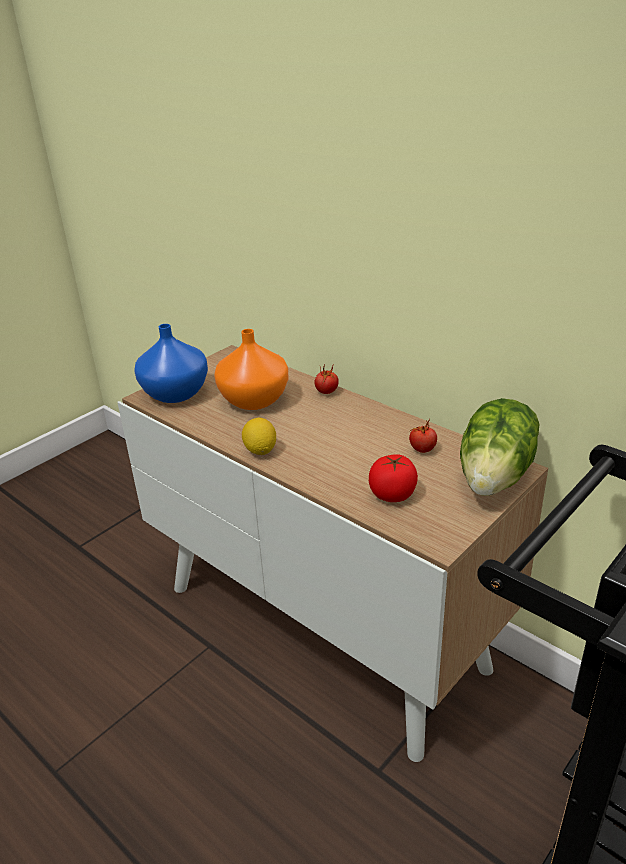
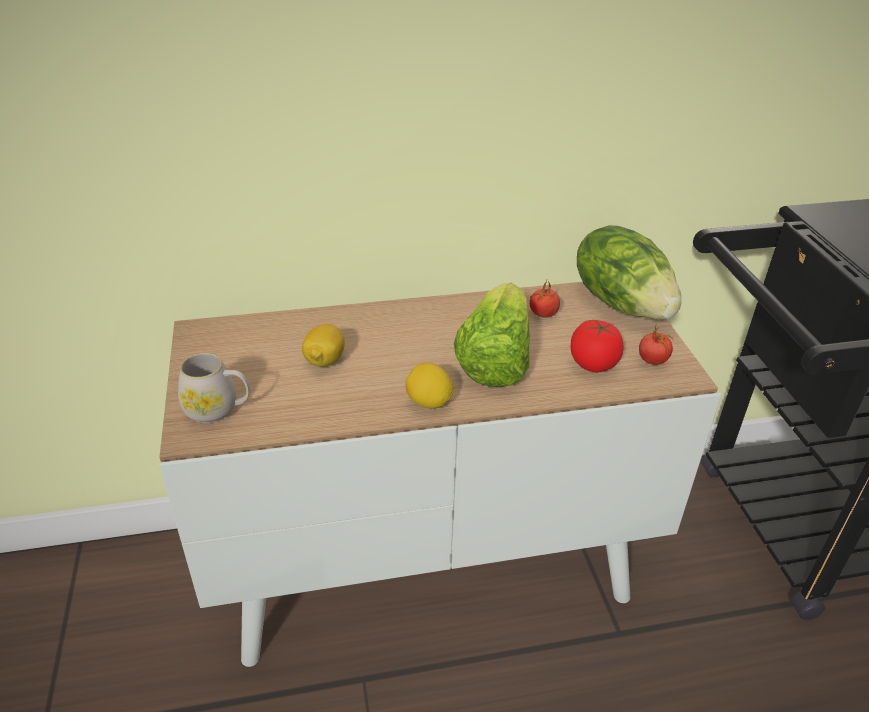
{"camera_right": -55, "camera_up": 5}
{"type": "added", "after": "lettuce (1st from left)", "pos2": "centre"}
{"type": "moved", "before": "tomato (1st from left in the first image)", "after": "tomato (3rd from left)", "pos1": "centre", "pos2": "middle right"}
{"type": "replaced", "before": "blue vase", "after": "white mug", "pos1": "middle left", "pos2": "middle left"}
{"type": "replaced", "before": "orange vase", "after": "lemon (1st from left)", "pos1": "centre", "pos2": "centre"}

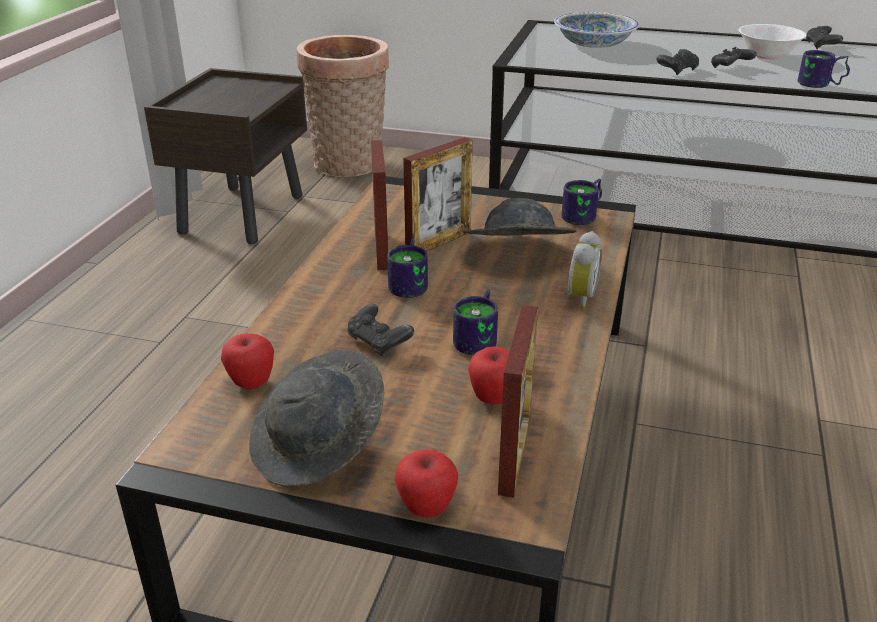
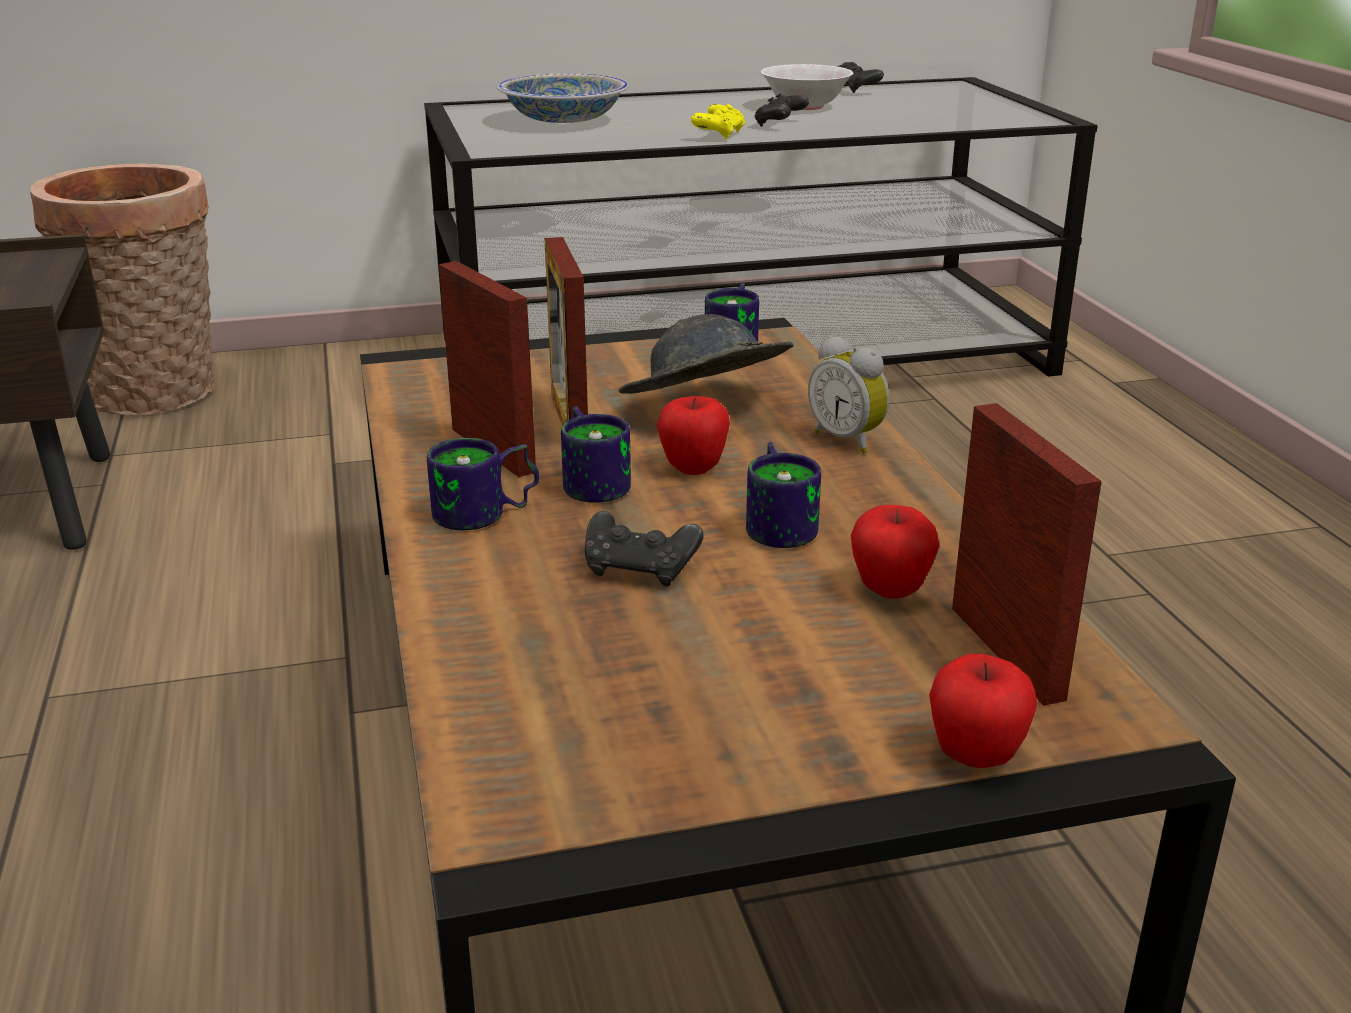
{"camera_right": -30, "camera_up": -5}
{"type": "removed", "before": "grey hat (1st from left)", "pos1": "bottom centre"}
{"type": "moved", "before": "apple (1st from left)", "pos1": "middle left", "pos2": "centre"}
{"type": "moved", "before": "mug (4th from left in the first image)", "after": "mug (1st from left)", "pos1": "top right", "pos2": "centre"}
{"type": "recoloured", "before": "black game controller (2nd from left)", "after": "yellow game controller", "pos1": "top right", "pos2": "top centre"}
{"type": "turned", "before": "picture frame (2nd from left)", "pos1": "top centre", "pos2": "top centre", "turn": 150}
{"type": "turned", "before": "alarm clock", "pos1": "centre", "pos2": "centre", "turn": 150}

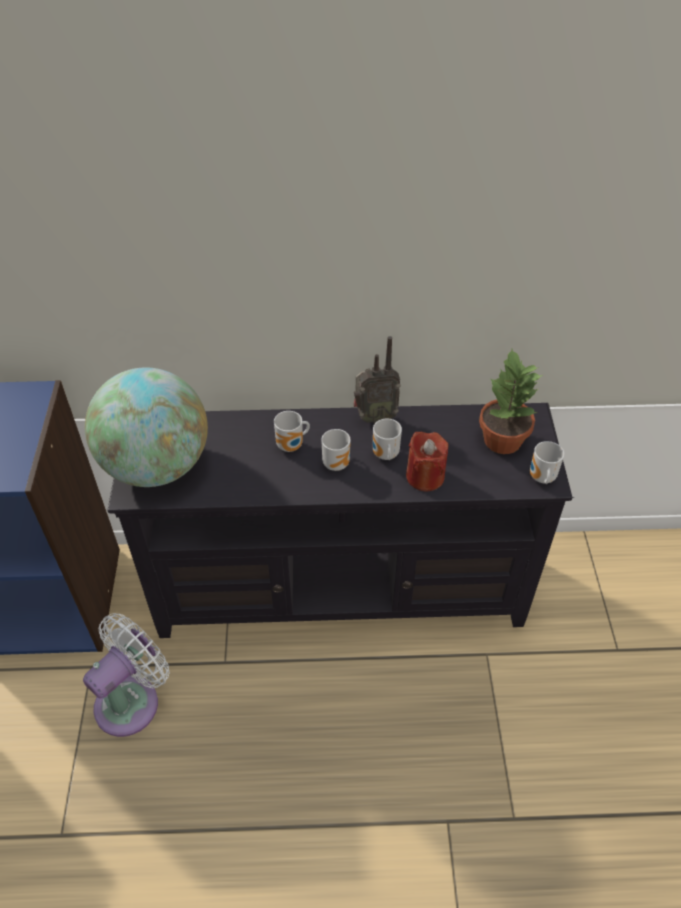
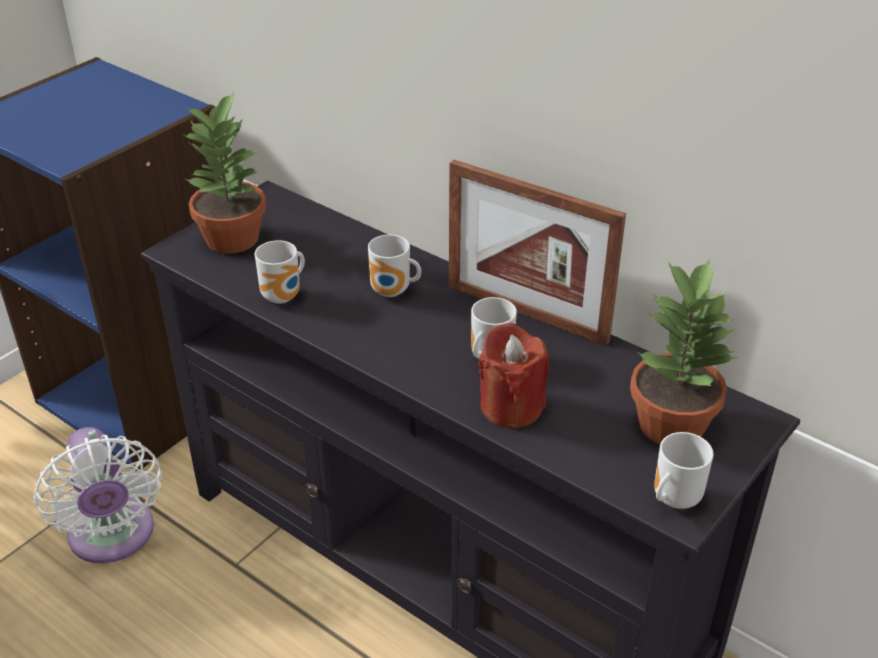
{"camera_right": 40, "camera_up": -10}
{"type": "moved", "before": "mug (2nd from left in the first image)", "after": "mug (1st from left)", "pos1": "centre", "pos2": "middle left"}
{"type": "replaced", "before": "globe", "after": "potted plant (1st from left)", "pos1": "middle left", "pos2": "top left"}
{"type": "replaced", "before": "radio", "after": "picture frame", "pos1": "centre", "pos2": "centre"}
{"type": "turned", "before": "white fan", "pos1": "bottom left", "pos2": "bottom left", "turn": 75}

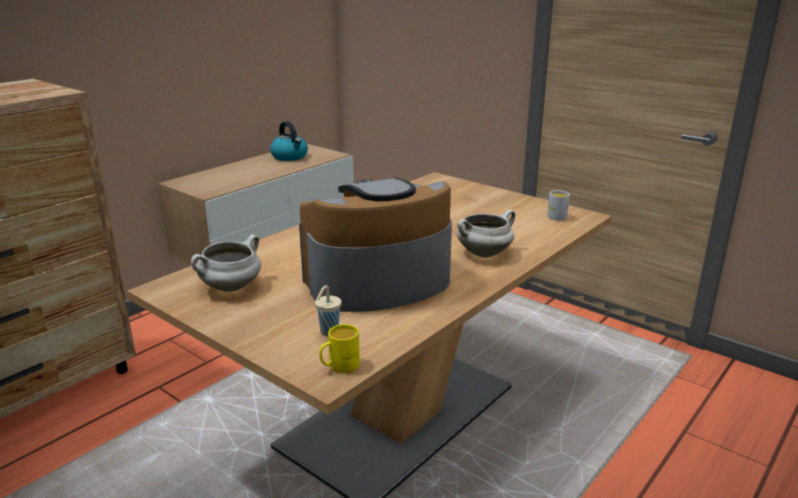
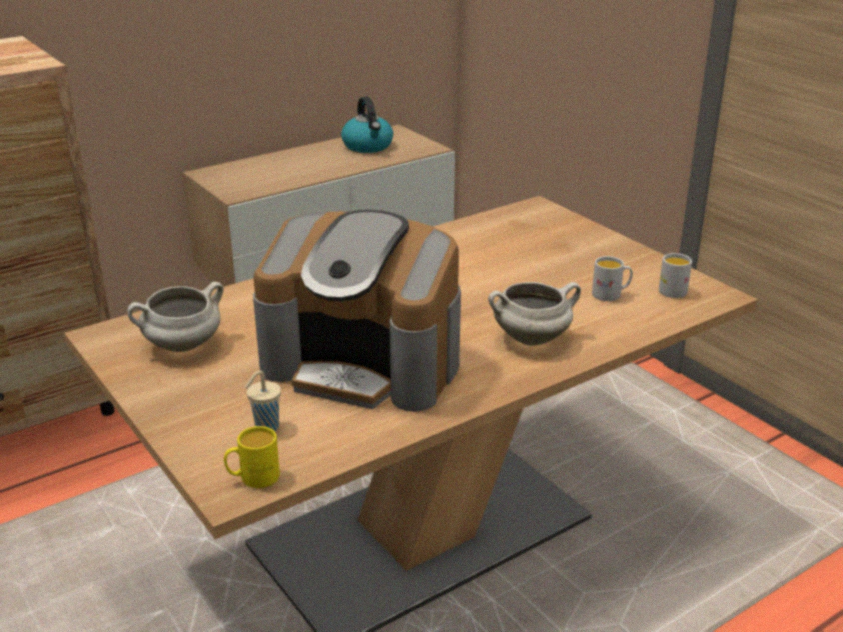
{"camera_right": 15, "camera_up": 5}
{"type": "added", "after": "white mug (1st from left)", "pos2": "middle right"}
{"type": "turned", "before": "coffee machine", "pos1": "centre", "pos2": "centre", "turn": -150}

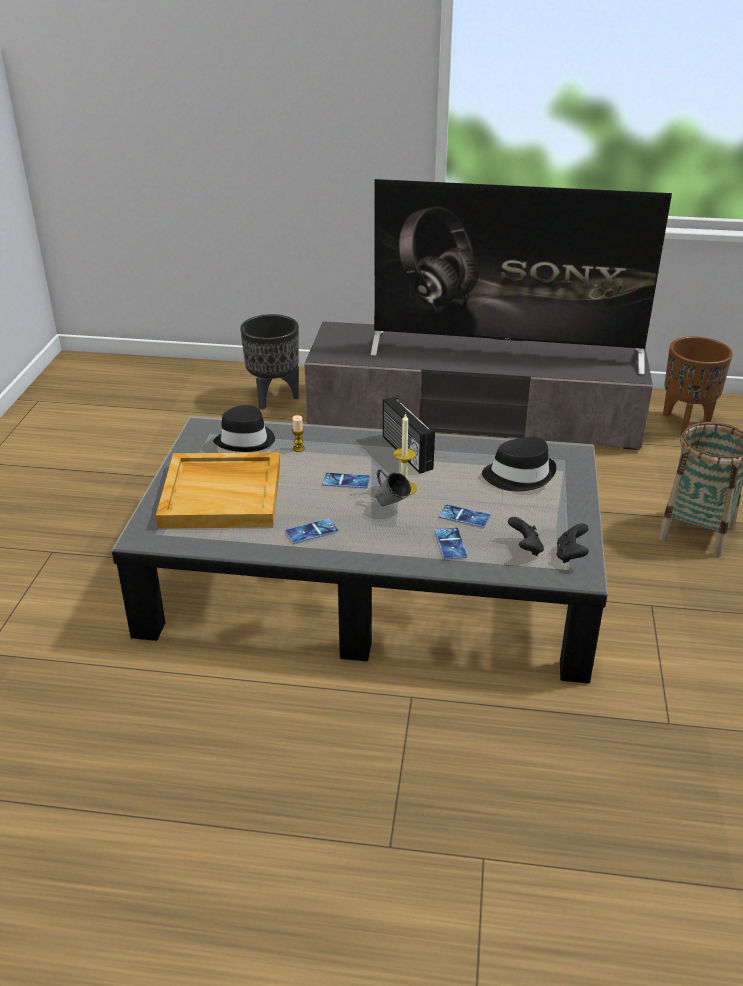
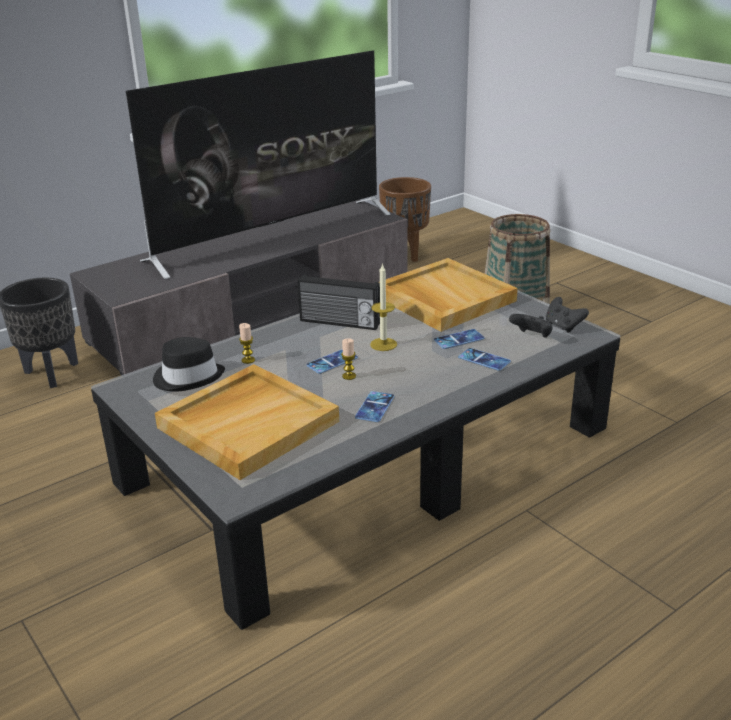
{"camera_right": -45, "camera_up": -5}
{"type": "removed", "before": "grey mug", "pos1": "centre"}
{"type": "added", "after": "candle (2nd from left)", "pos2": "centre"}
{"type": "replaced", "before": "black hat (2nd from left)", "after": "beige tray (2nd from left)", "pos1": "middle right", "pos2": "centre"}

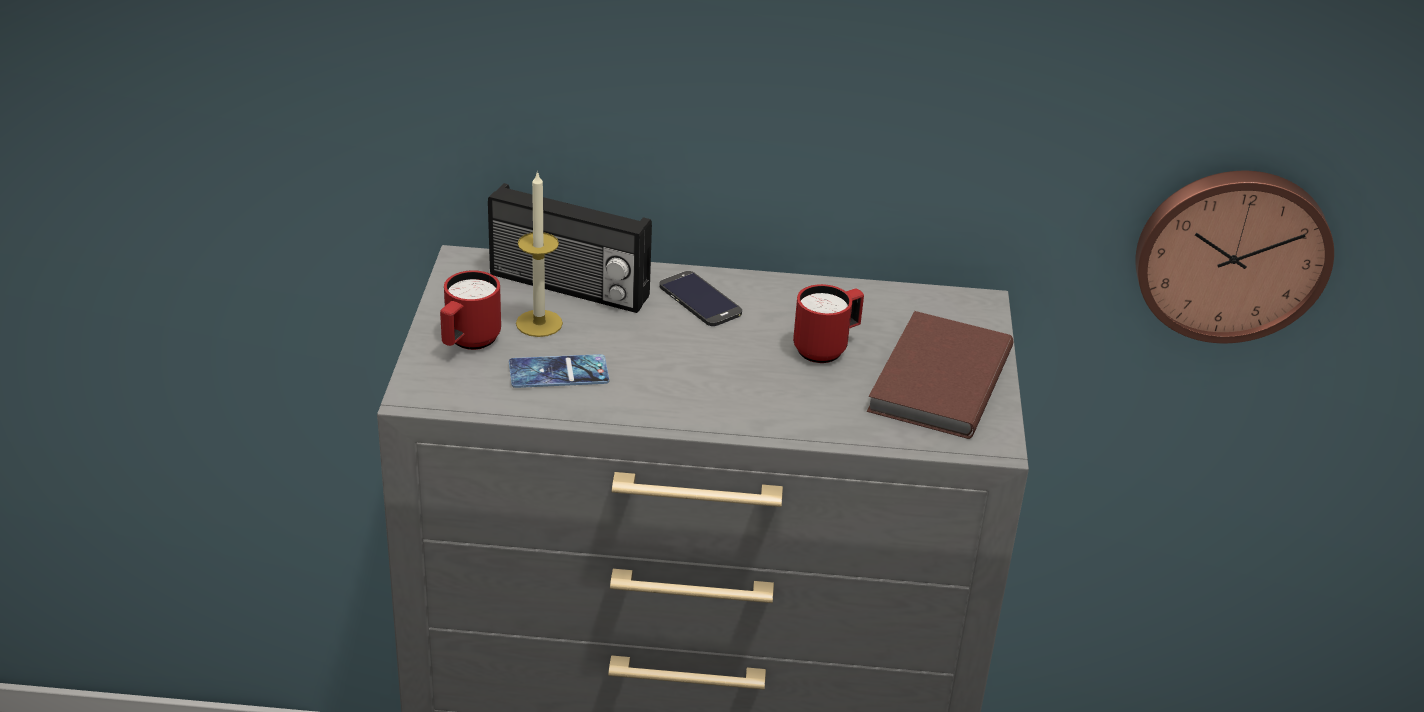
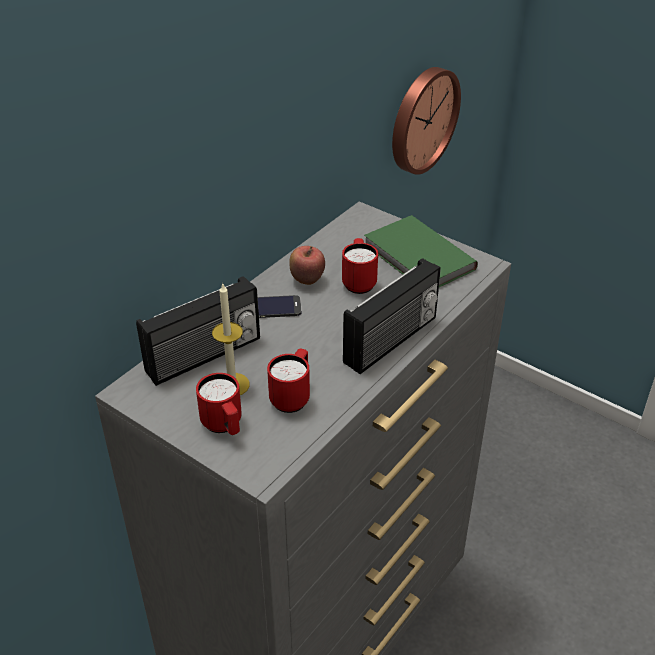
{"camera_right": -55, "camera_up": 5}
{"type": "added", "after": "apple", "pos2": "centre"}
{"type": "added", "after": "radio (2nd from left)", "pos2": "centre"}
{"type": "replaced", "before": "phone (1st from left)", "after": "red mug (2nd from left)", "pos1": "centre", "pos2": "centre"}
{"type": "recoloured", "before": "brown book", "after": "green book", "pos1": "centre", "pos2": "centre"}

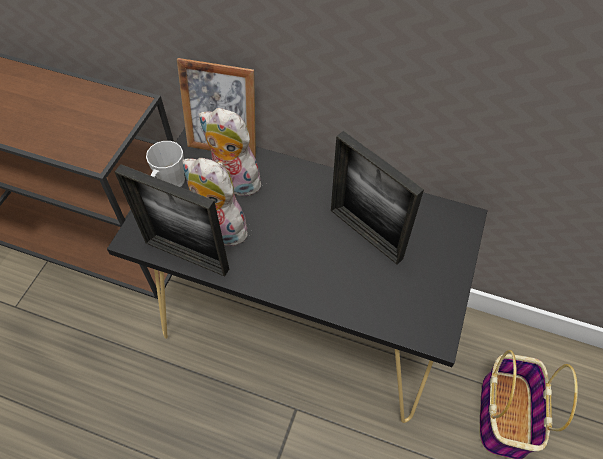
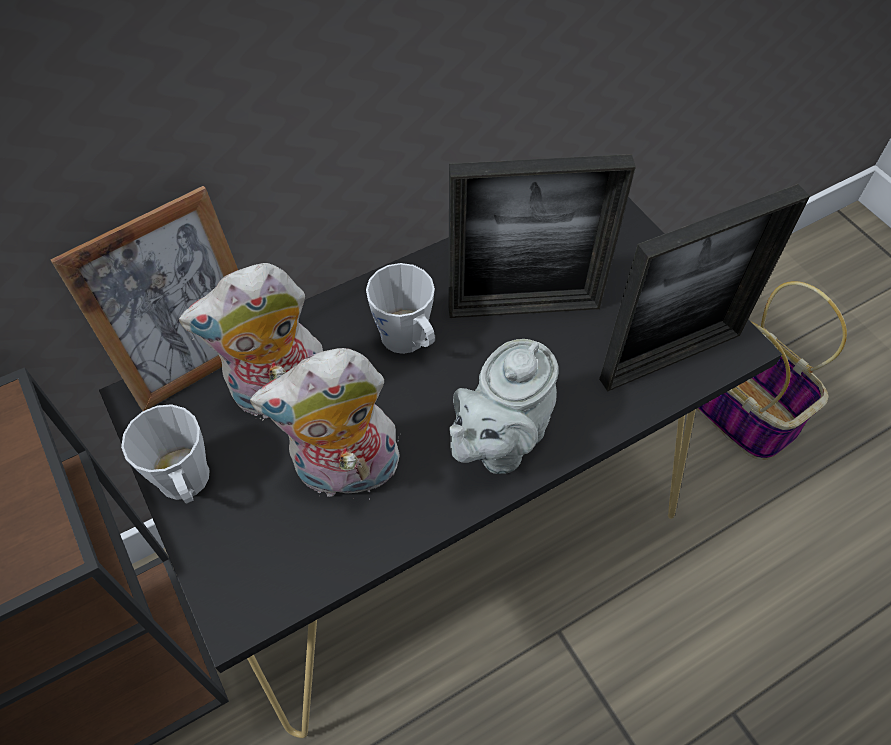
{"camera_right": -50, "camera_up": 0}
{"type": "added", "after": "grey mug (2nd from left)", "pos2": "centre"}
{"type": "added", "after": "grey teapot", "pos2": "centre"}
{"type": "moved", "before": "picture frame (1st from left in the first image)", "after": "picture frame (3rd from left)", "pos1": "middle left", "pos2": "middle right"}

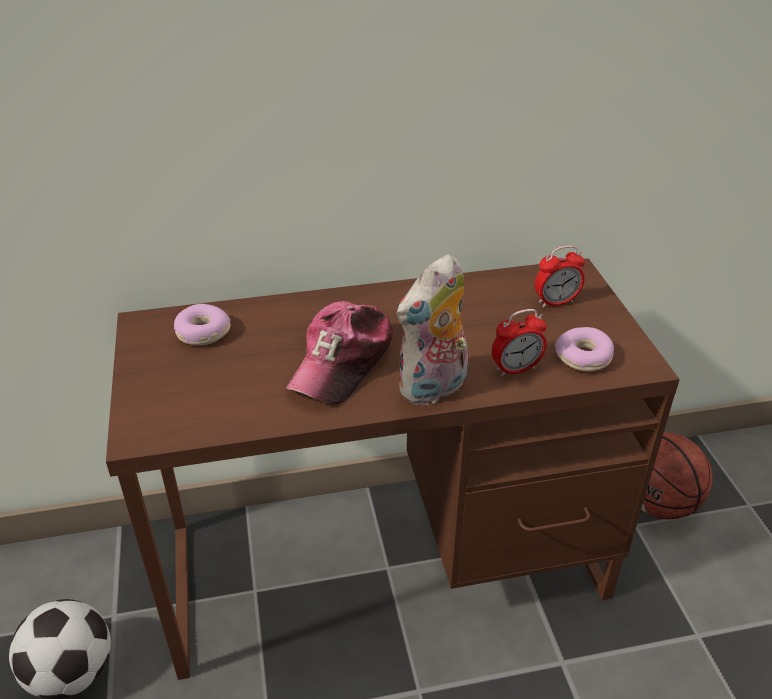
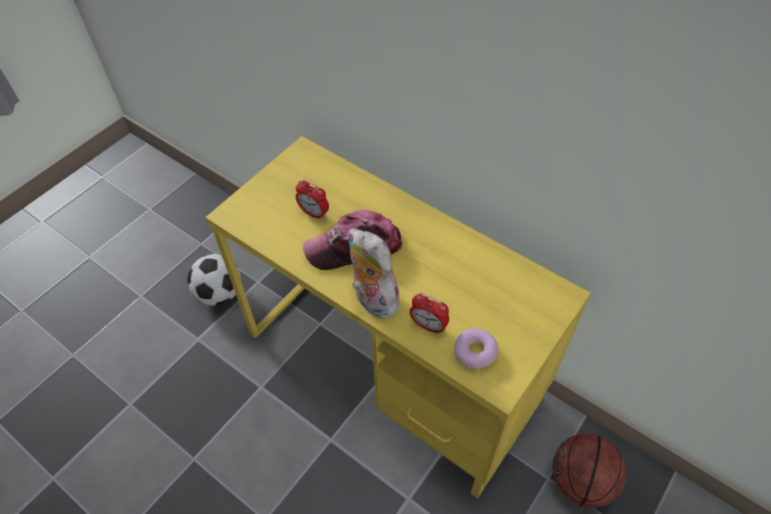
{"camera_right": 50, "camera_up": 15}
{"type": "removed", "before": "donut (1st from left)", "pos1": "middle left"}
{"type": "moved", "before": "alarm clock (2nd from left in the first image)", "after": "alarm clock (1st from left)", "pos1": "middle right", "pos2": "centre"}
{"type": "recoloured", "before": "brown desk", "after": "yellow desk", "pos1": "bottom centre", "pos2": "centre"}
{"type": "turned", "before": "plush toy", "pos1": "centre", "pos2": "centre", "turn": 45}

